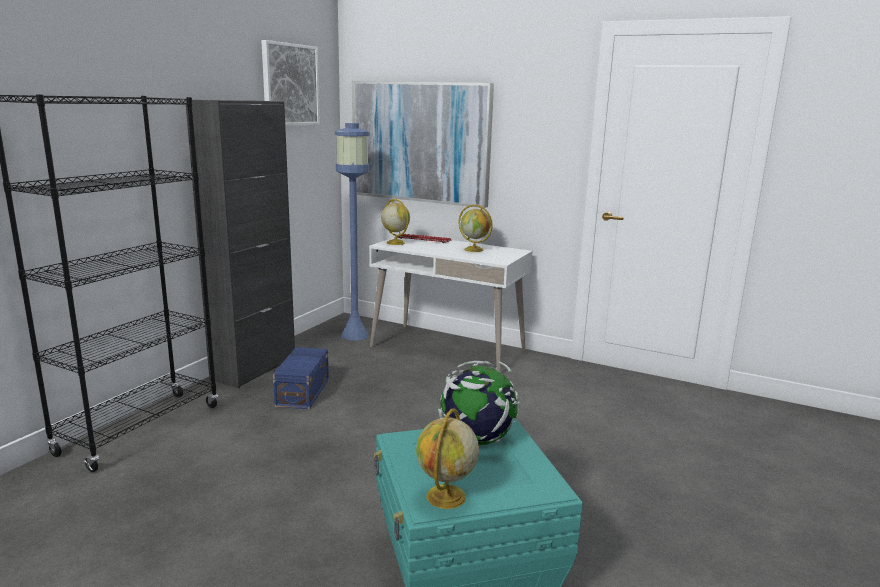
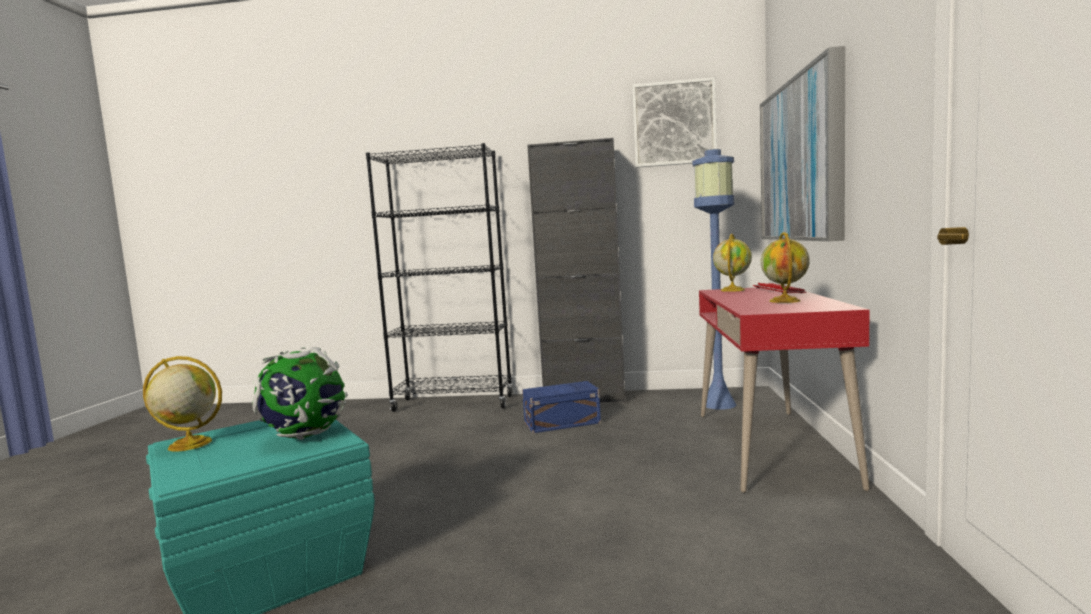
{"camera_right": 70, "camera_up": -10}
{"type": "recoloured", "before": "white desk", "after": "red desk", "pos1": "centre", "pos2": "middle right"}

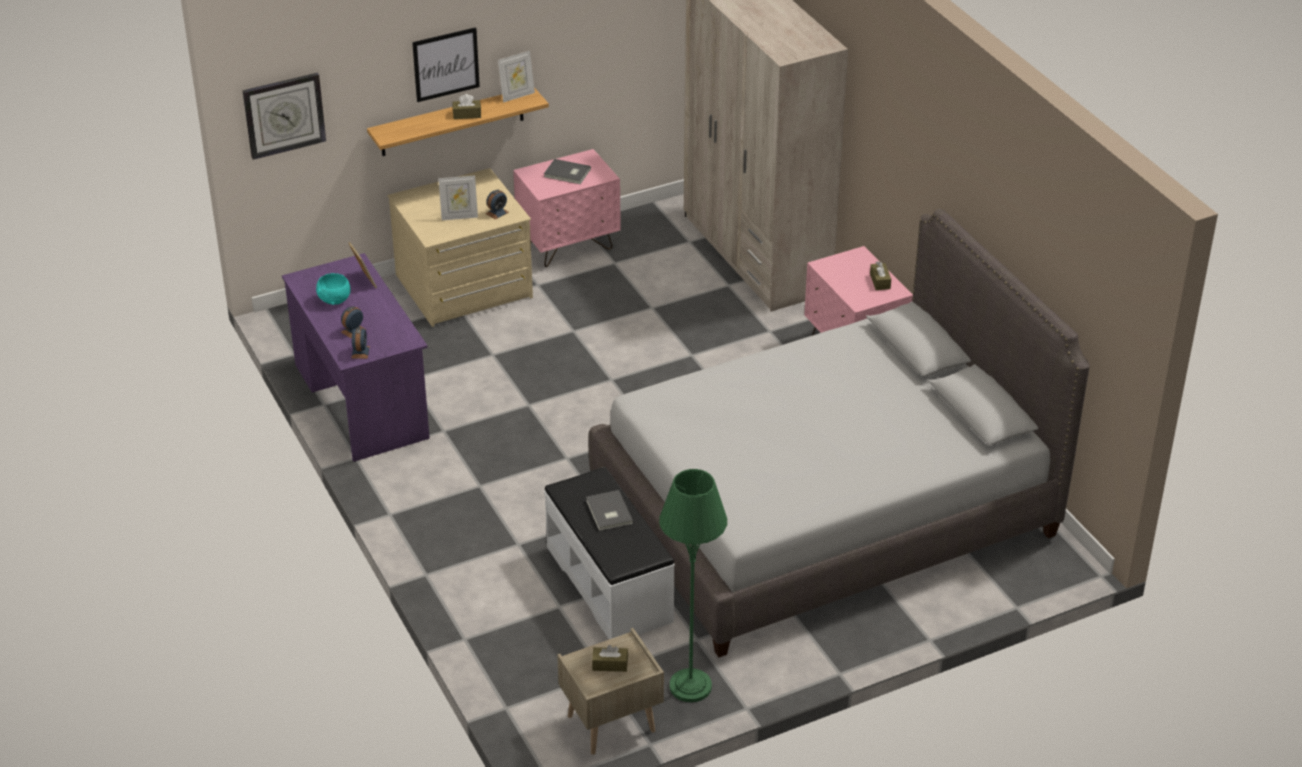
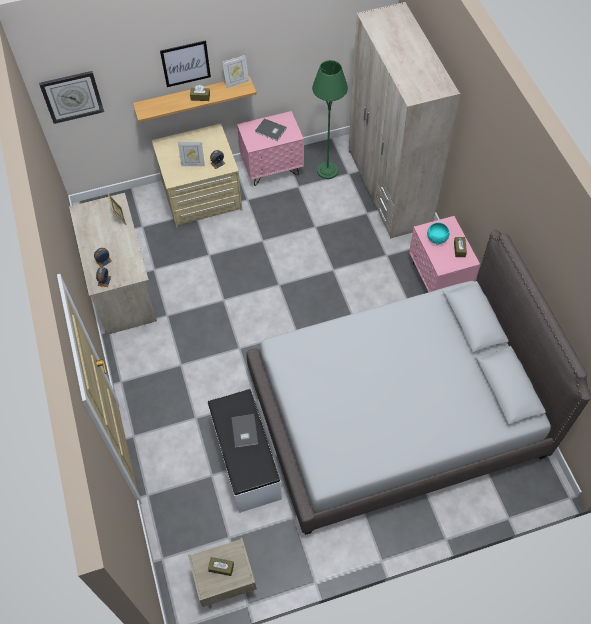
{"camera_right": 10, "camera_up": 20}
{"type": "moved", "before": "turquoise bowl", "pos1": "middle left", "pos2": "middle right"}
{"type": "moved", "before": "green floor lamp", "pos1": "bottom centre", "pos2": "top centre"}
{"type": "recoloured", "before": "purple desk", "after": "beige desk", "pos1": "middle left", "pos2": "middle left"}

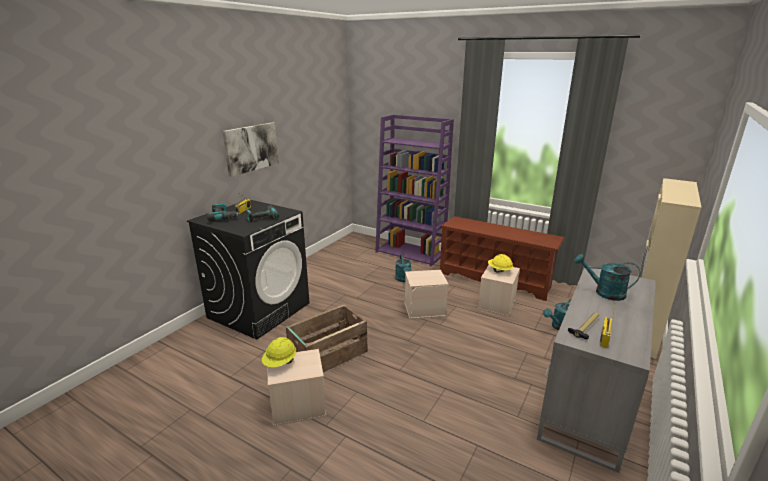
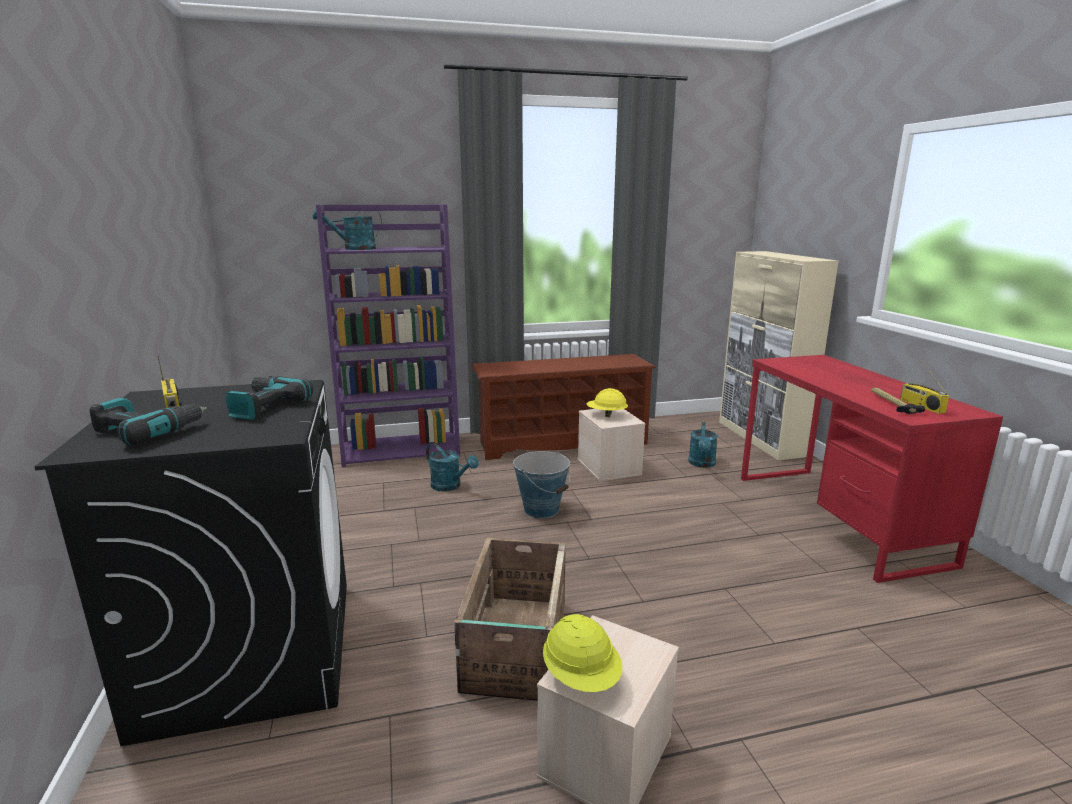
{"camera_right": -45, "camera_up": -5}
{"type": "removed", "before": "picture", "pos1": "top left"}
{"type": "moved", "before": "turquoise watering can (3rd from left in the first image)", "after": "turquoise watering can (1st from left)", "pos1": "middle right", "pos2": "top left"}
{"type": "replaced", "before": "beige storage box (2nd from left)", "after": "bucket", "pos1": "centre", "pos2": "centre"}
{"type": "recoloured", "before": "grey desk", "after": "red desk", "pos1": "bottom right", "pos2": "middle right"}

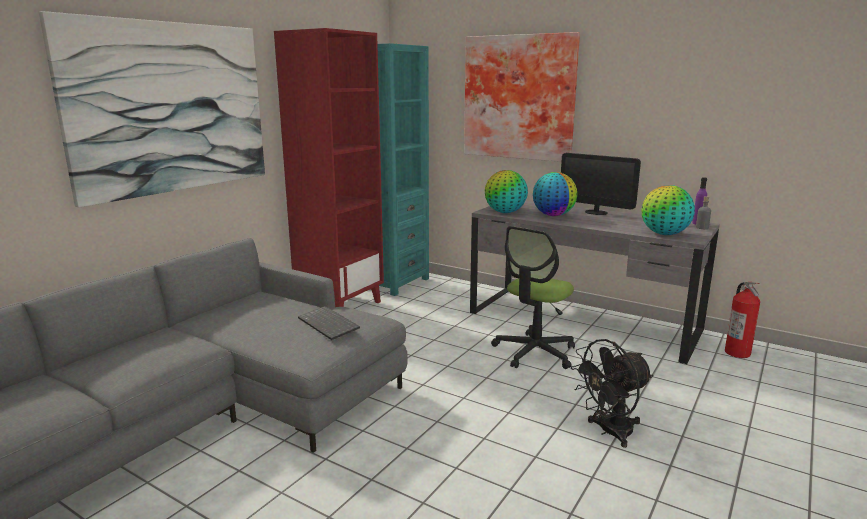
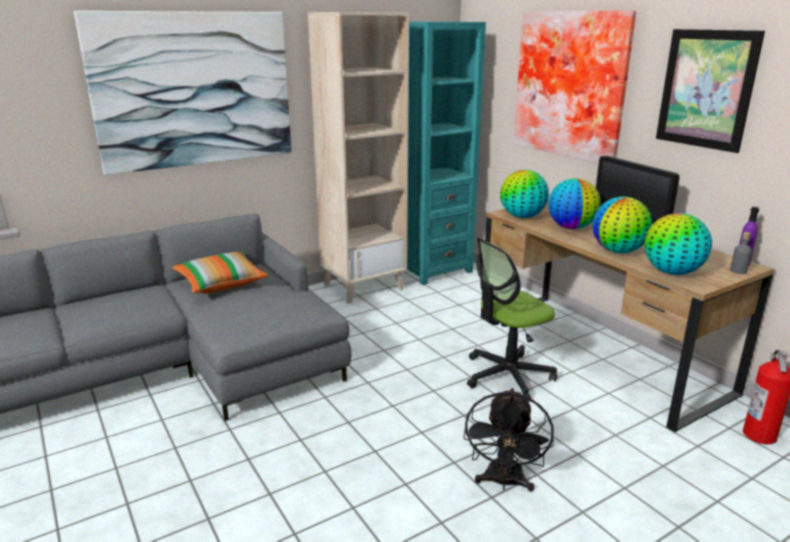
{"camera_right": 25, "camera_up": 5}
{"type": "removed", "before": "keyboard", "pos1": "centre"}
{"type": "added", "after": "pillow", "pos2": "middle left"}
{"type": "added", "after": "globe (3rd from left)", "pos2": "middle right"}
{"type": "added", "after": "picture (3rd from left)", "pos2": "top right"}
{"type": "recoloured", "before": "red bookcase", "after": "beige bookcase", "pos1": "top centre", "pos2": "top centre"}
{"type": "recoloured", "before": "grey desk", "after": "brown desk", "pos1": "middle right", "pos2": "middle right"}
{"type": "turned", "before": "black fan", "pos1": "bottom right", "pos2": "bottom centre", "turn": -75}

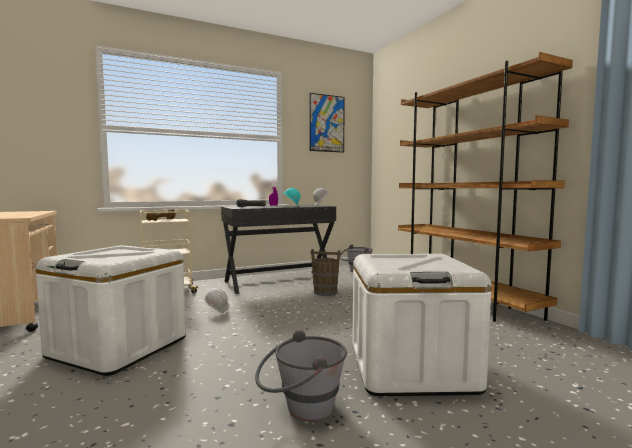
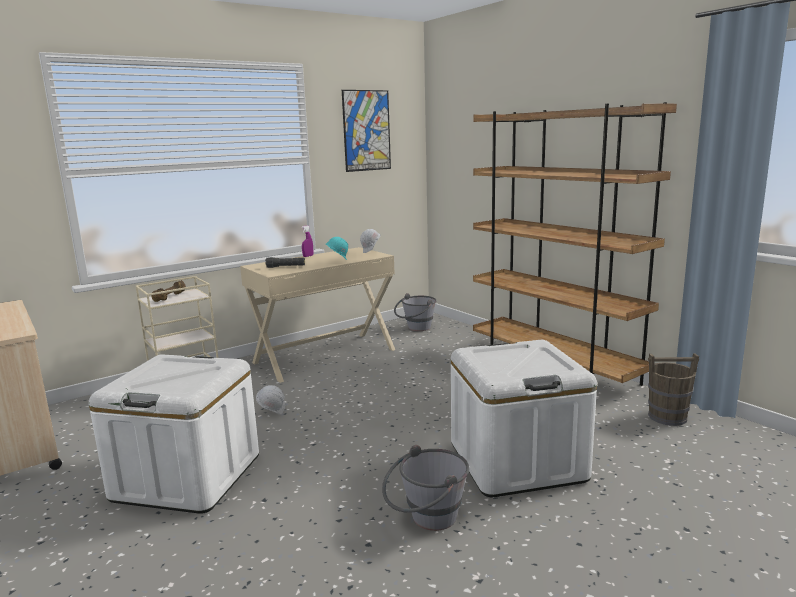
{"camera_right": -10, "camera_up": 10}
{"type": "moved", "before": "brown bucket", "pos1": "centre", "pos2": "middle right"}
{"type": "recoloured", "before": "black desk", "after": "beige desk", "pos1": "centre", "pos2": "centre"}

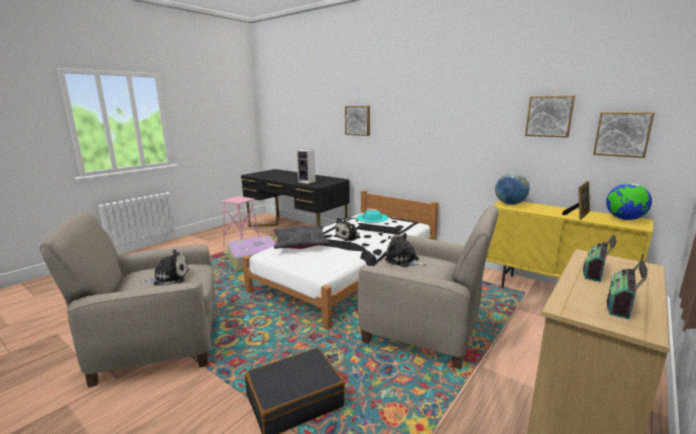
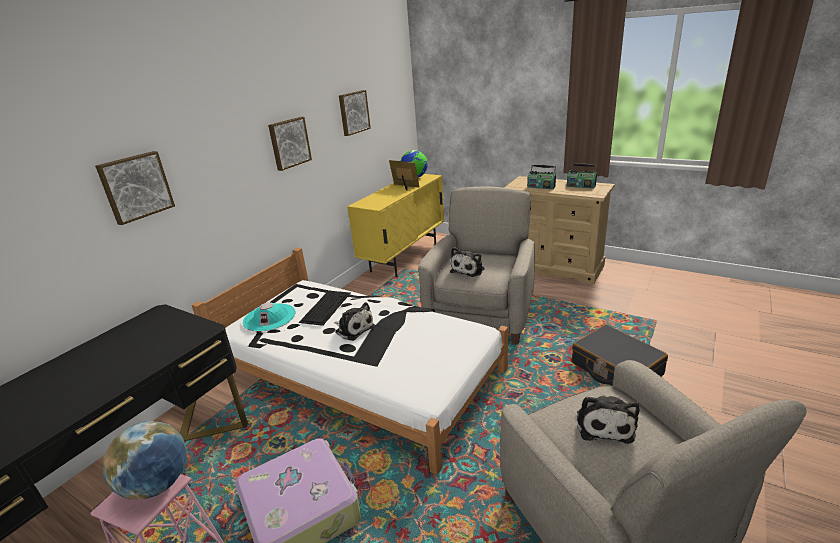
{"camera_right": -95, "camera_up": 10}
{"type": "removed", "before": "grey pillow", "pos1": "centre"}
{"type": "removed", "before": "speaker", "pos1": "centre"}
{"type": "moved", "before": "globe (1st from left)", "pos1": "middle right", "pos2": "bottom left"}
{"type": "moved", "before": "picture (3rd from left in the first image)", "after": "picture (2nd from left)", "pos1": "top right", "pos2": "top centre"}
{"type": "turned", "before": "plush toy (1st from left in the first image)", "pos1": "middle left", "pos2": "bottom right", "turn": -150}

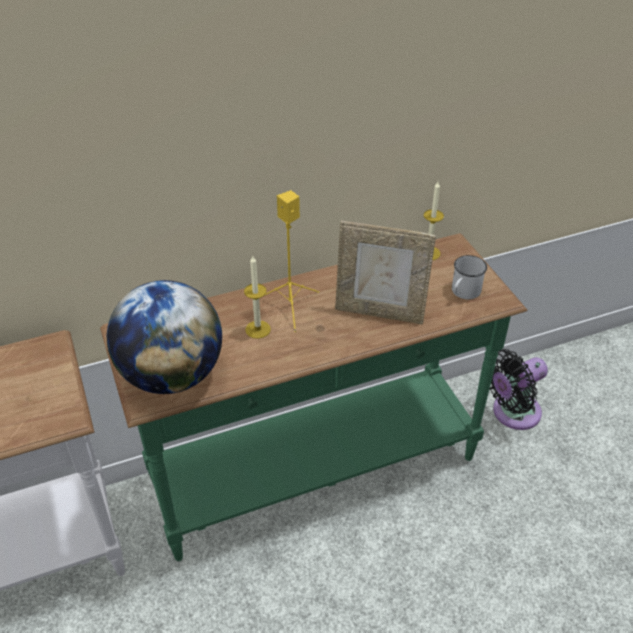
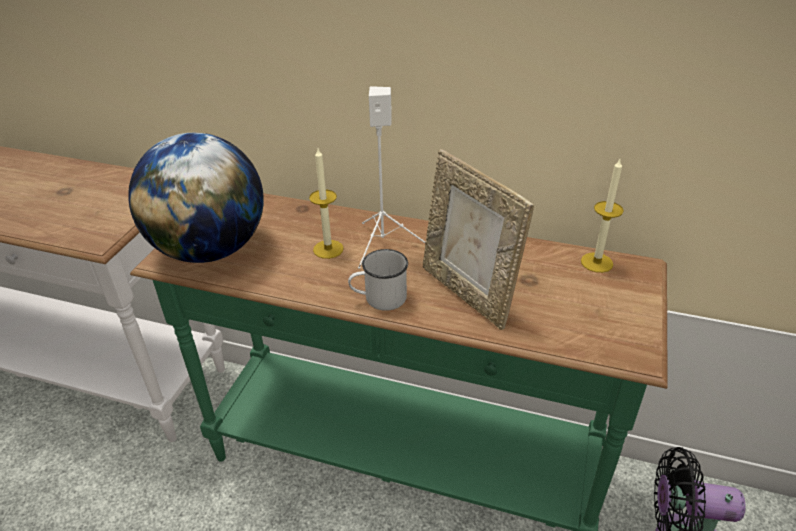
{"camera_right": 40, "camera_up": -5}
{"type": "moved", "before": "white mug", "pos1": "middle right", "pos2": "centre"}
{"type": "recoloured", "before": "yellow speaker", "after": "white speaker", "pos1": "centre", "pos2": "centre"}

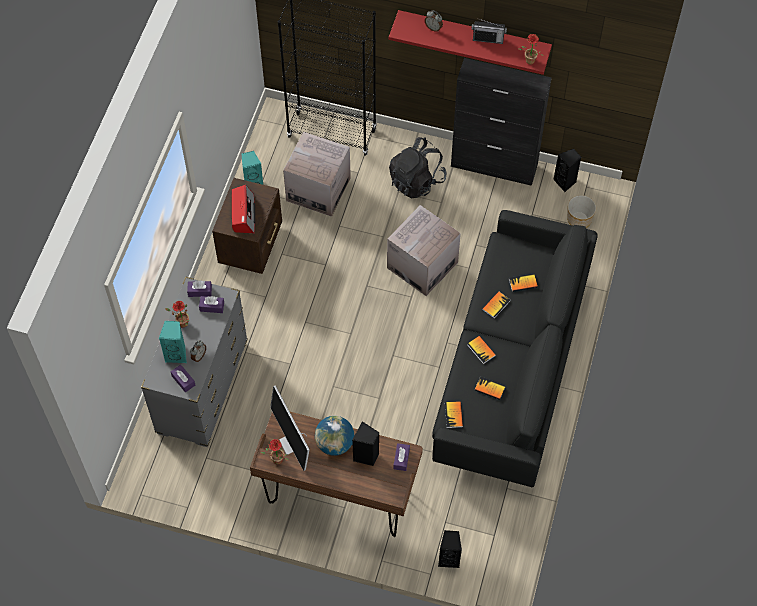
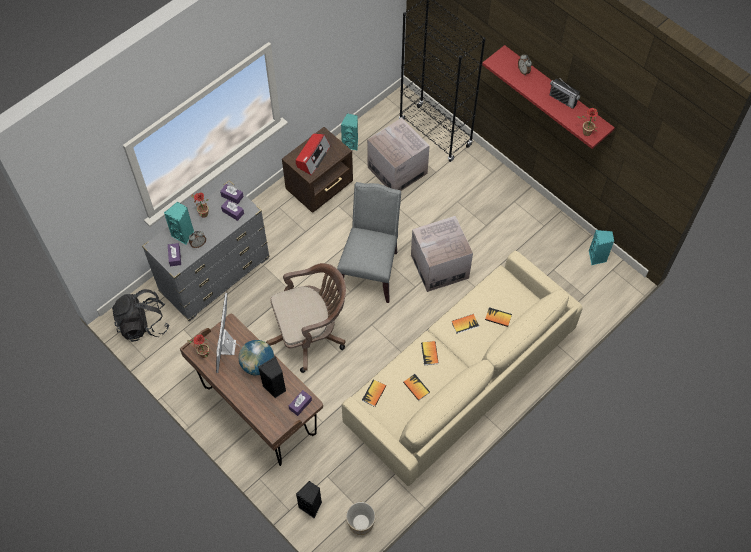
{"camera_right": 30, "camera_up": 0}
{"type": "removed", "before": "black cabinet", "pos1": "top centre"}
{"type": "added", "after": "brown office chair", "pos2": "centre"}
{"type": "added", "after": "grey chair", "pos2": "centre"}
{"type": "moved", "before": "black backpack", "pos1": "top centre", "pos2": "middle left"}
{"type": "moved", "before": "planter", "pos1": "middle right", "pos2": "bottom centre"}
{"type": "recoloured", "before": "black sofa", "after": "beige sofa", "pos1": "middle right", "pos2": "bottom centre"}
{"type": "recoloured", "before": "black speaker (3rd from left)", "after": "turquoise speaker (3rd from left)", "pos1": "top right", "pos2": "middle right"}

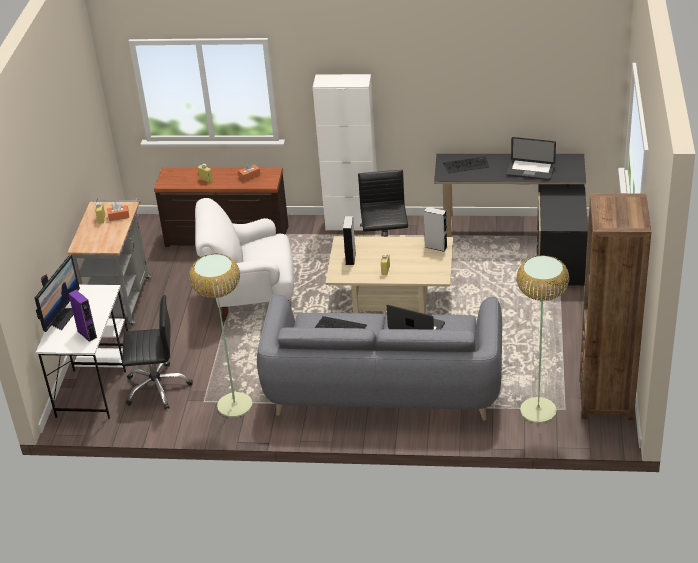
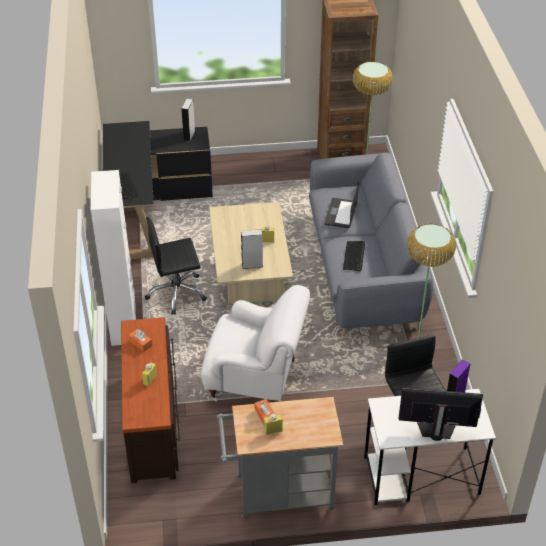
{"camera_right": -105, "camera_up": 5}
{"type": "removed", "before": "laptop (2nd from left)", "pos1": "top right"}
{"type": "moved", "before": "grey speaker (2nd from left in the first image)", "after": "grey speaker (1st from left)", "pos1": "centre", "pos2": "top centre"}
{"type": "turned", "before": "white armchair", "pos1": "centre", "pos2": "centre", "turn": -60}

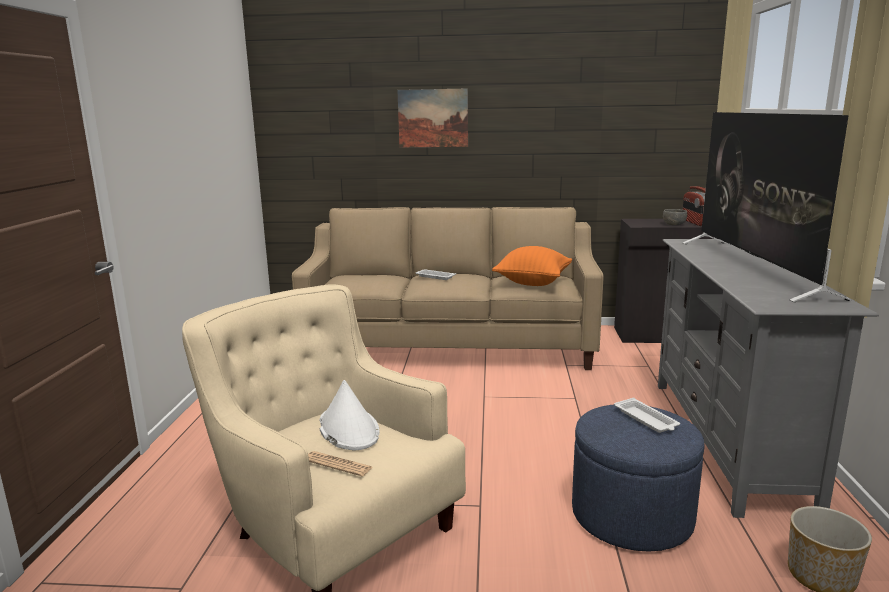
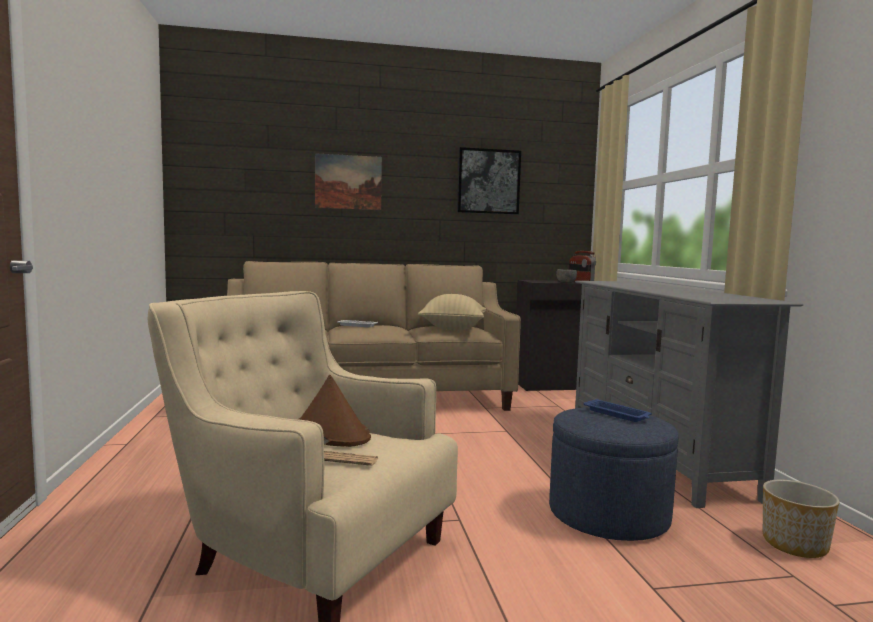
{"camera_right": -15, "camera_up": -10}
{"type": "removed", "before": "television", "pos1": "middle right"}
{"type": "added", "after": "picture (2nd from left)", "pos2": "top centre"}
{"type": "recoloured", "before": "white hat", "after": "brown hat", "pos1": "bottom centre", "pos2": "centre"}
{"type": "recoloured", "before": "orange pillow", "after": "beige pillow", "pos1": "centre", "pos2": "centre"}
{"type": "recoloured", "before": "white tray (2nd from left)", "after": "blue tray", "pos1": "bottom right", "pos2": "middle right"}

